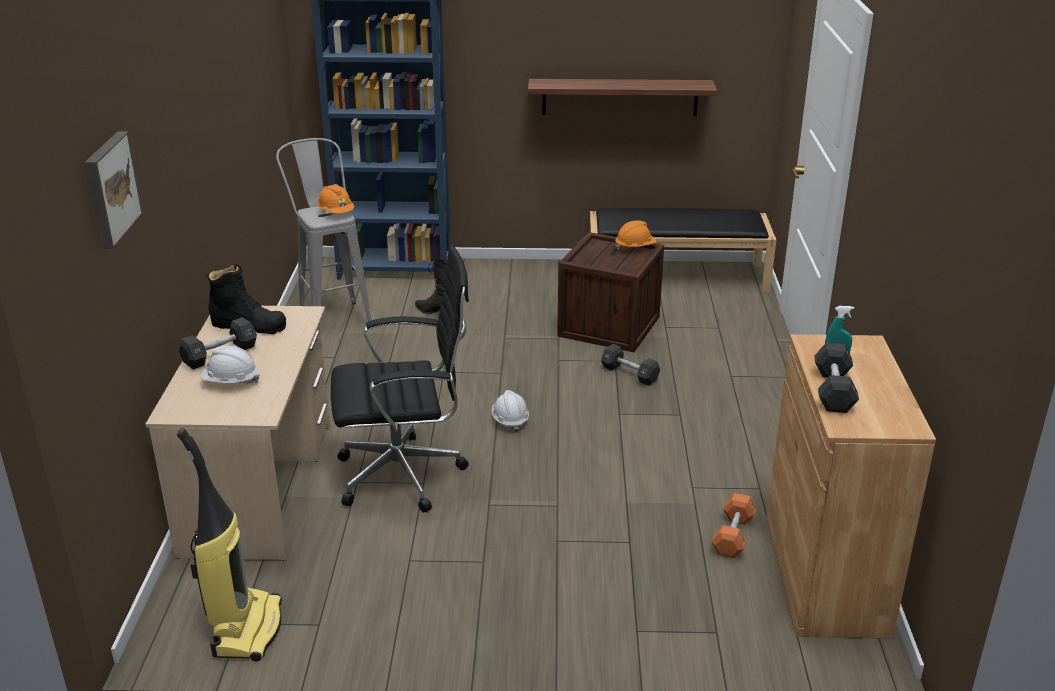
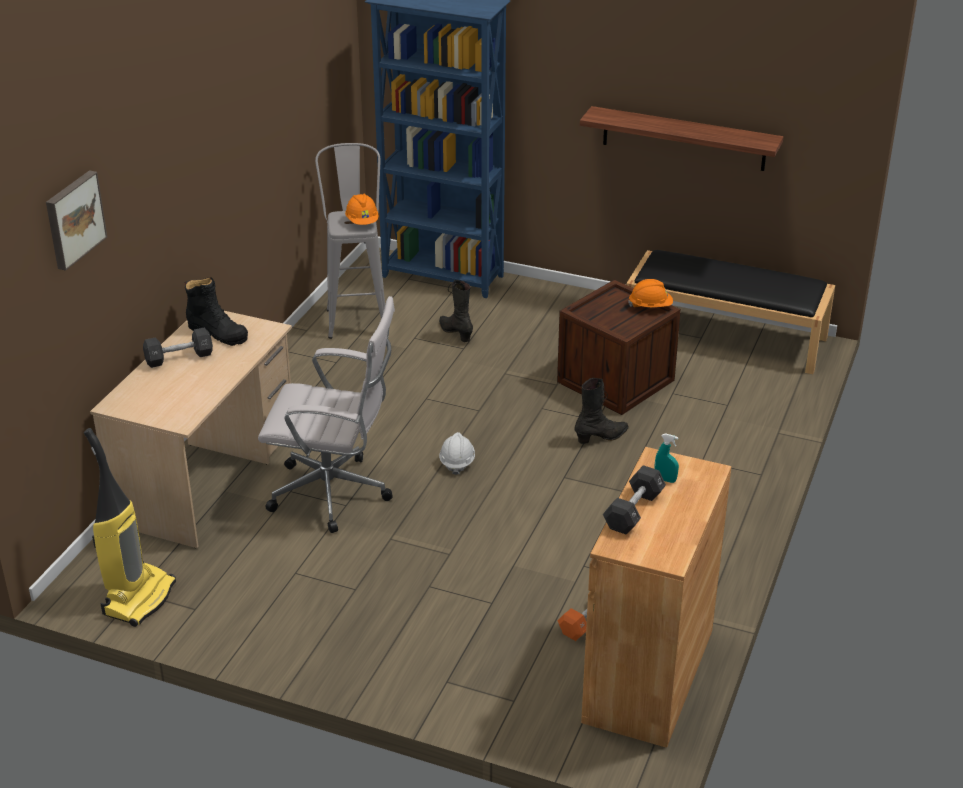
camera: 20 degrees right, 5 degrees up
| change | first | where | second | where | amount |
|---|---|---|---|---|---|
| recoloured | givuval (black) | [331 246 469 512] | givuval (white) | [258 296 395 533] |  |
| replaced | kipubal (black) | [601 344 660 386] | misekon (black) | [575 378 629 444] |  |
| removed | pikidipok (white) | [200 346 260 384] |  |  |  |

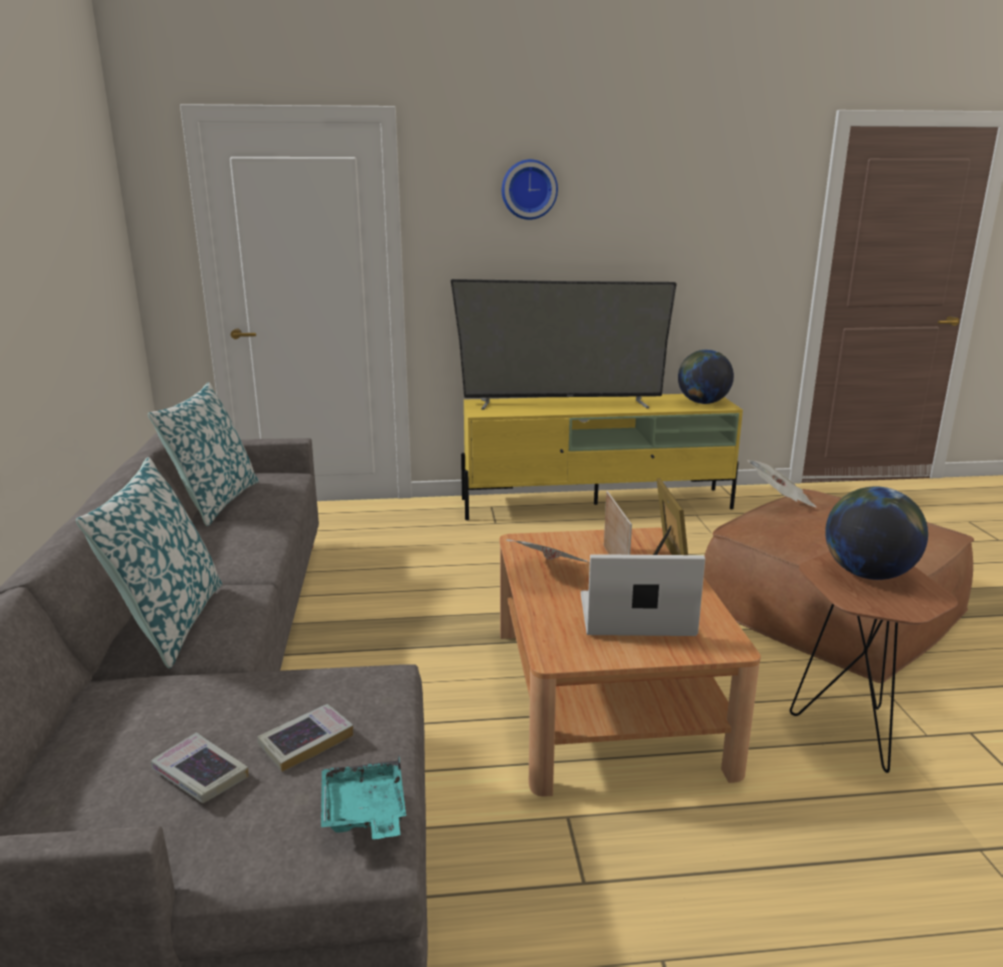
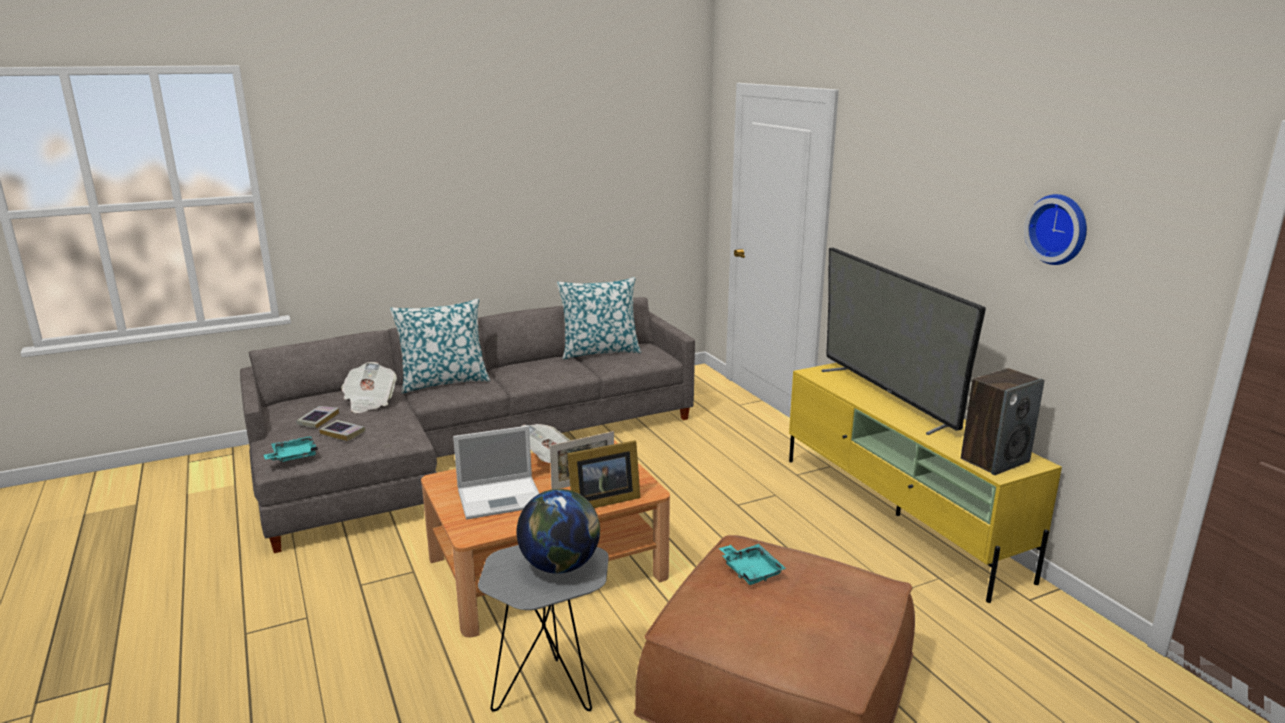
camera: 70 degrees right, 0 degrees up
| change | first | where | second | where | amount |
|---|---|---|---|---|---|
| moved | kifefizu | [747 460 816 507] |  | [341 362 397 413] |  |
| turned | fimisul | [581 554 705 636] |  | [453 426 539 520] | 90 degrees clockwise |
| recoloured | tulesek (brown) | [790 552 958 773] | tulesek (grey) | [478 545 609 712] |  |
| added |  |  | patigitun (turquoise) | [719 544 786 585] |  |
| replaced | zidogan | [678 350 734 404] | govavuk | [961 368 1044 475] |  |
| moved | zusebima | [502 159 558 220] |  | [1024 194 1087 265] |  |

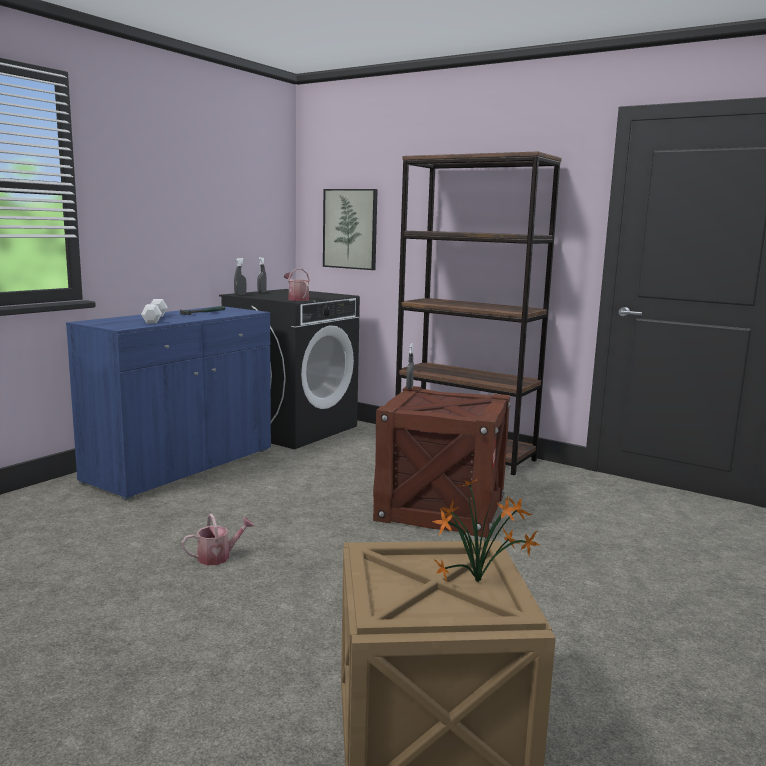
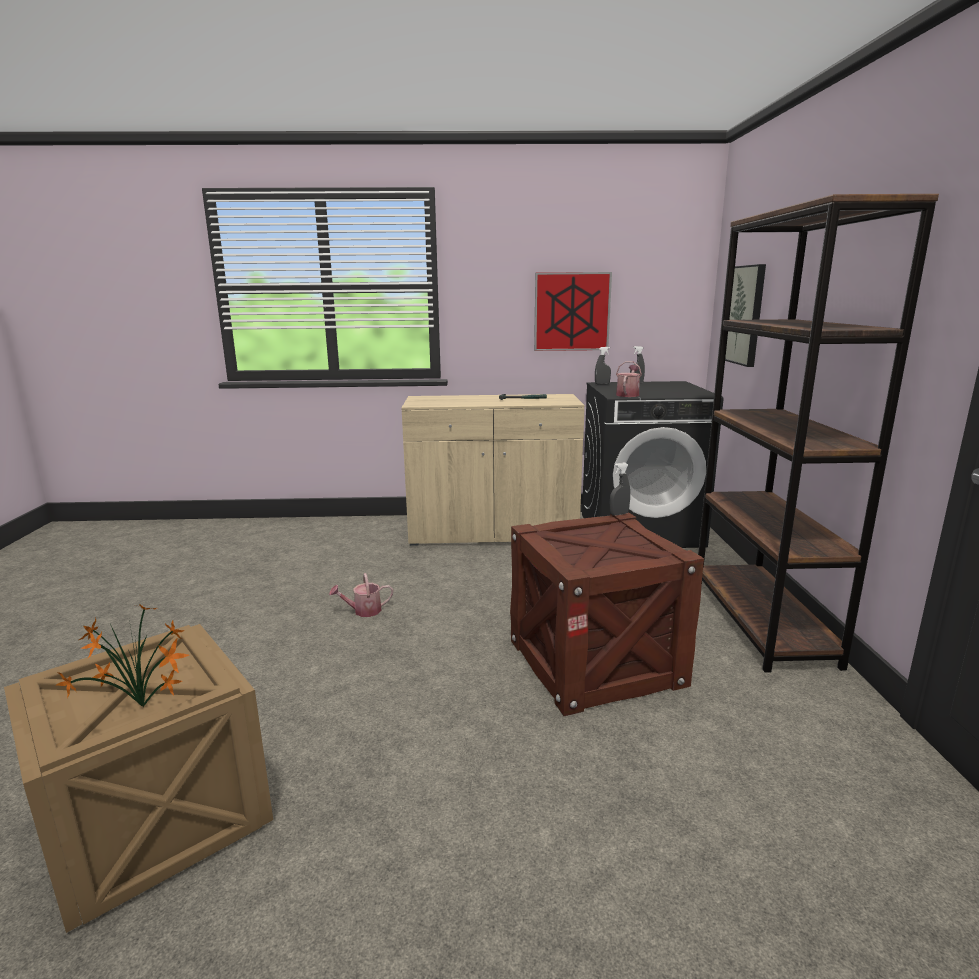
camera: 55 degrees right, 5 degrees up
| change | first | where | second | where | amount |
|---|---|---|---|---|---|
| turned | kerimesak | [182 514 254 565] |  | [329 573 393 617] | 135 degrees clockwise |
| recoloured | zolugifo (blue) | [66 306 271 501] | zolugifo (beige) | [401 394 585 546] |  |
| added |  |  | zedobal | [534 272 612 351] |  |
| removed | kipubal (white) | [141 299 168 323] |  |  |  |

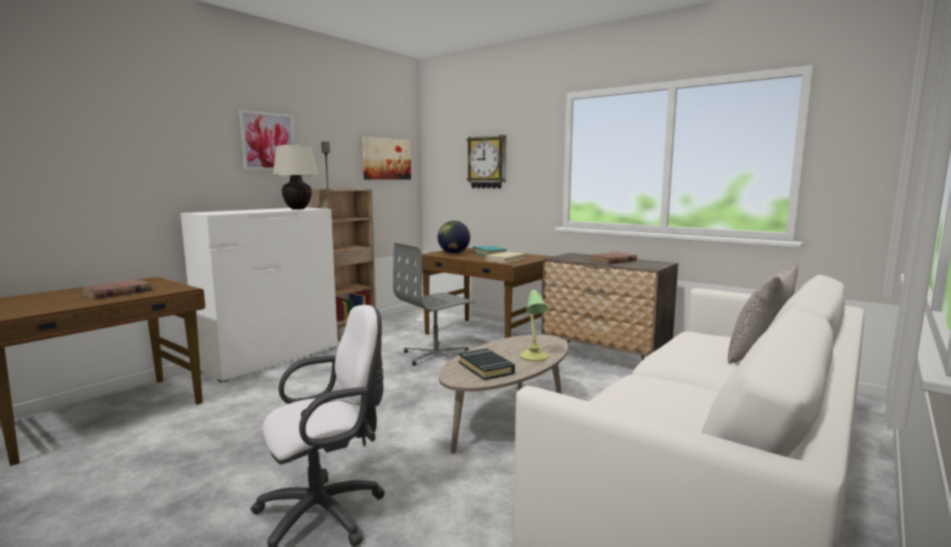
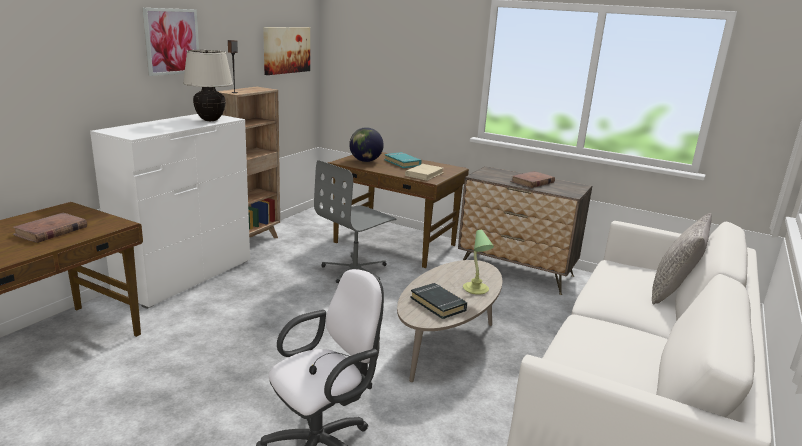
camera: 10 degrees left, 10 degrees up
| change | first | where | second | where | amount |
|---|---|---|---|---|---|
| removed | zusebima | [467 135 506 189] |  |  |  |

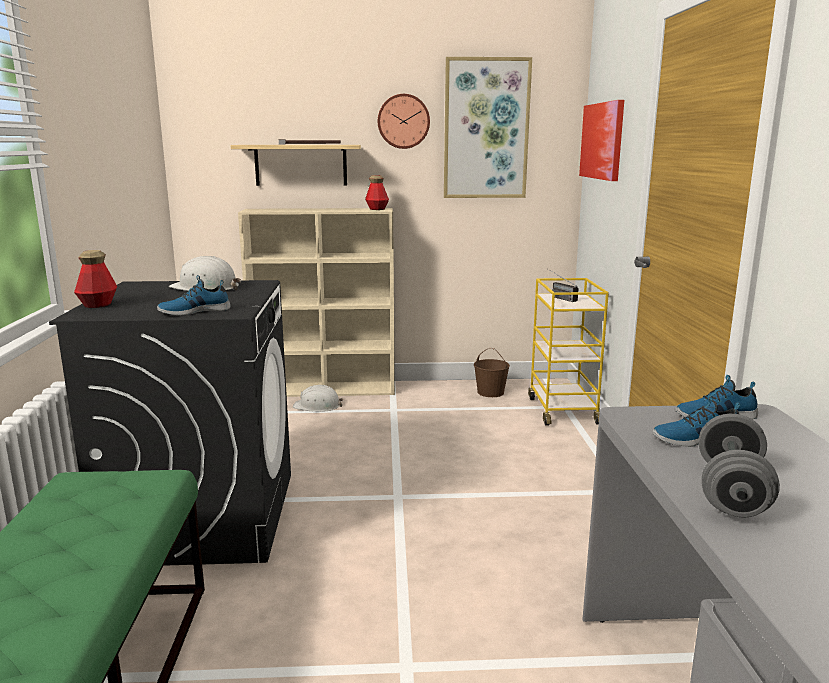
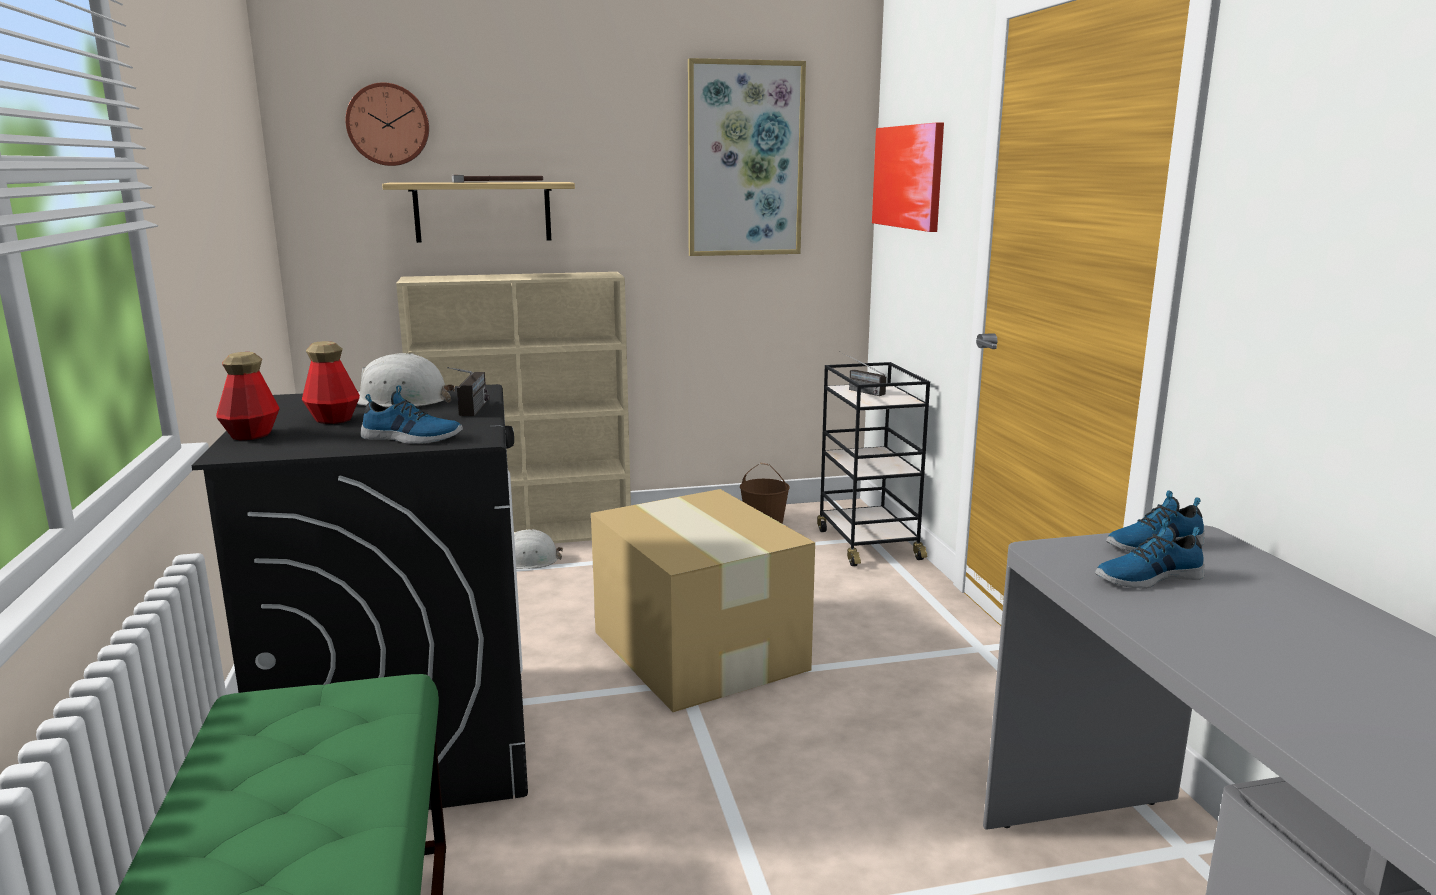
camera: 10 degrees left, 0 degrees up
| change | first | where | second | where | amount |
|---|---|---|---|---|---|
| moved | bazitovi | [365 175 389 210] |  | [302 341 360 424] |  |
| moved | zusebima | [378 94 430 149] |  | [346 83 429 166] |  |
| turned | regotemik | [157 275 230 315] |  | [361 385 463 444] | 135 degrees counterclockwise |
| added |  |  | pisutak | [447 367 489 416] |  |
| added |  |  | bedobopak | [591 489 815 712] |  |
| recoloured | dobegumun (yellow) | [528 278 609 426] | dobegumun (black) | [817 362 930 566] |  |
| removed | kipubal (grey) | [699 414 780 518] |  |  |  |

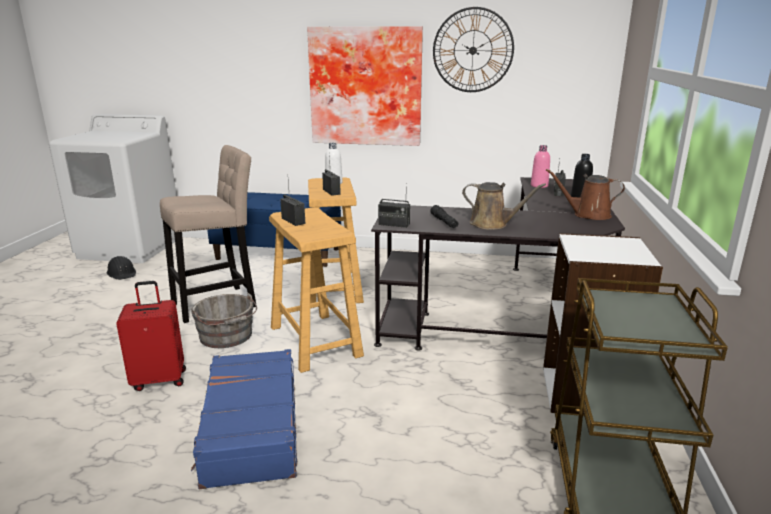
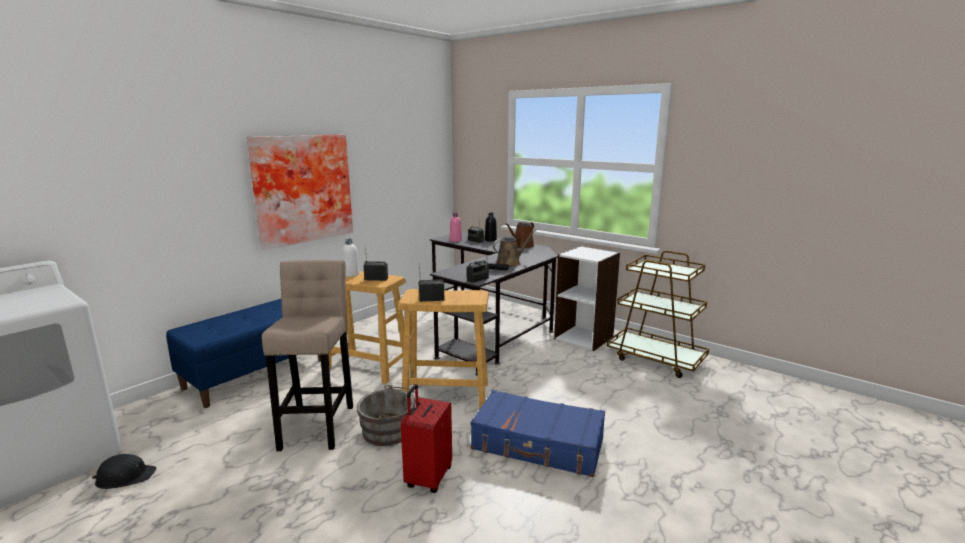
camera: 60 degrees left, 5 degrees down
| change | first | where | second | where | amount |
|---|---|---|---|---|---|
| removed | zusebima | [433 7 514 92] |  |  |  |

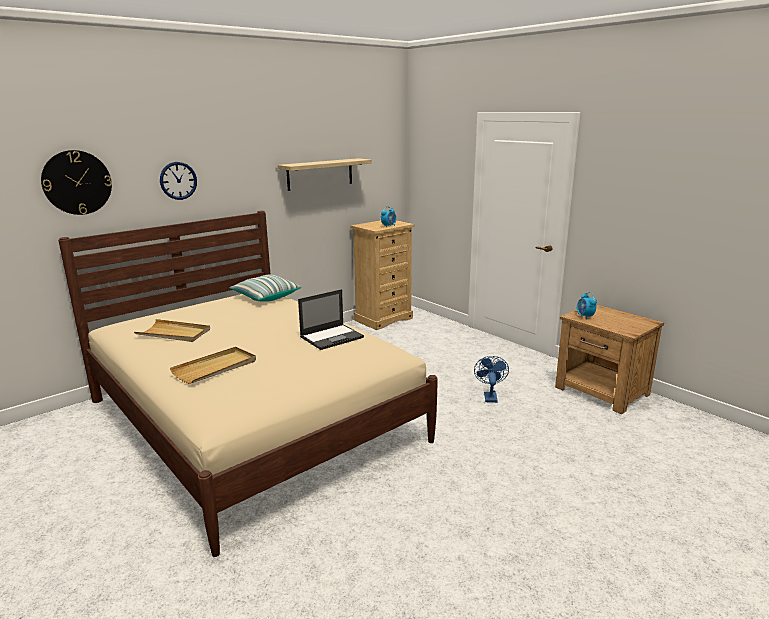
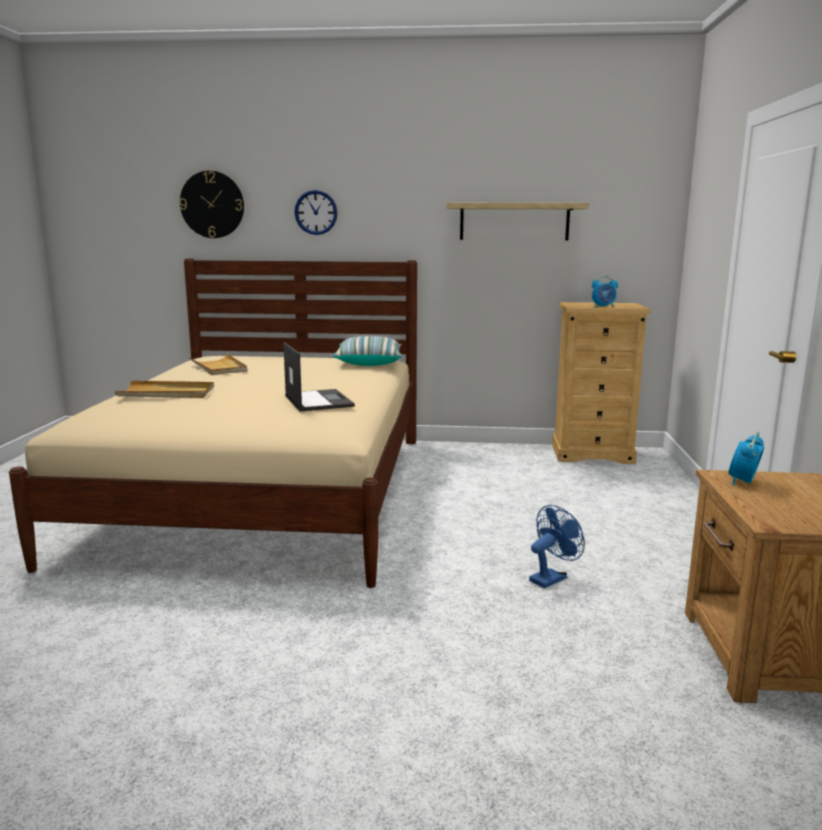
camera: 45 degrees right, 5 degrees down
| change | first | where | second | where | amount |
|---|---|---|---|---|---|
| turned | fimisul | [298 289 364 350] |  | [283 342 355 412] | 120 degrees counterclockwise |

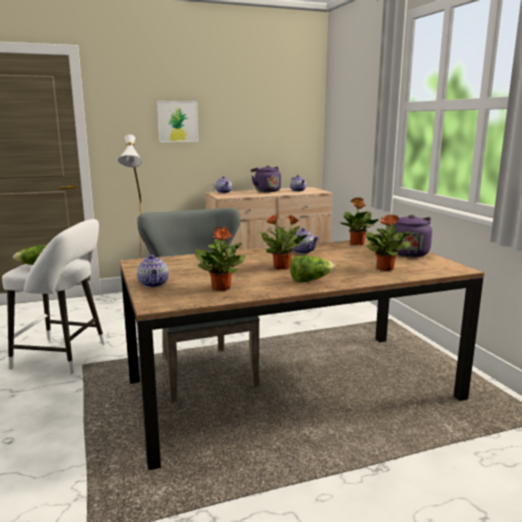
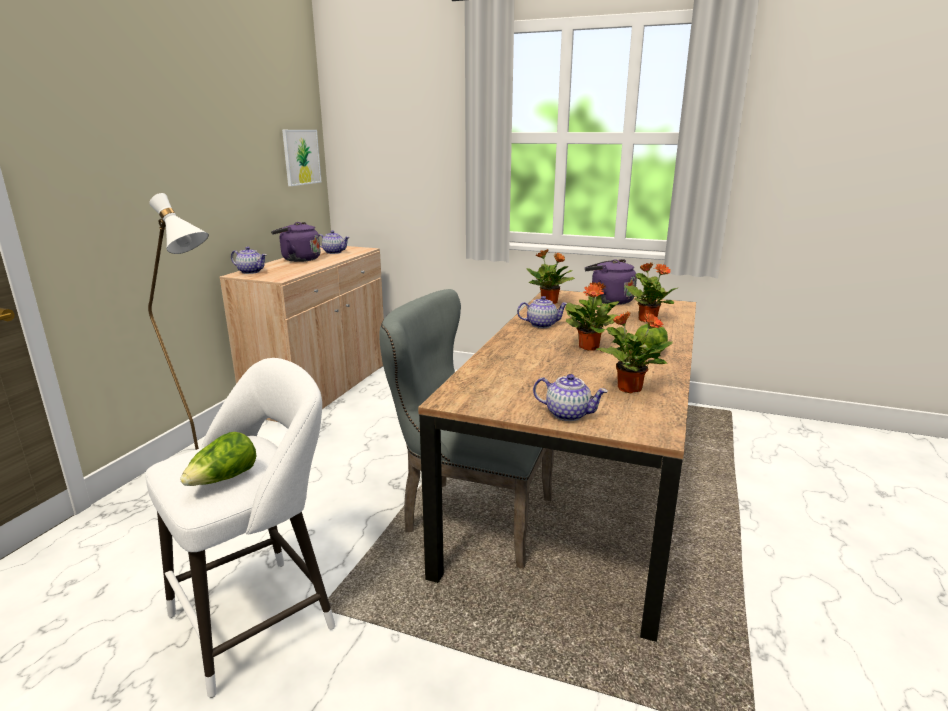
camera: 50 degrees left, 5 degrees up
| change | first | where | second | where | amount |
|---|---|---|---|---|---|
| moved | zedobal | [157 101 198 142] |  | [282 130 321 186] |  |

